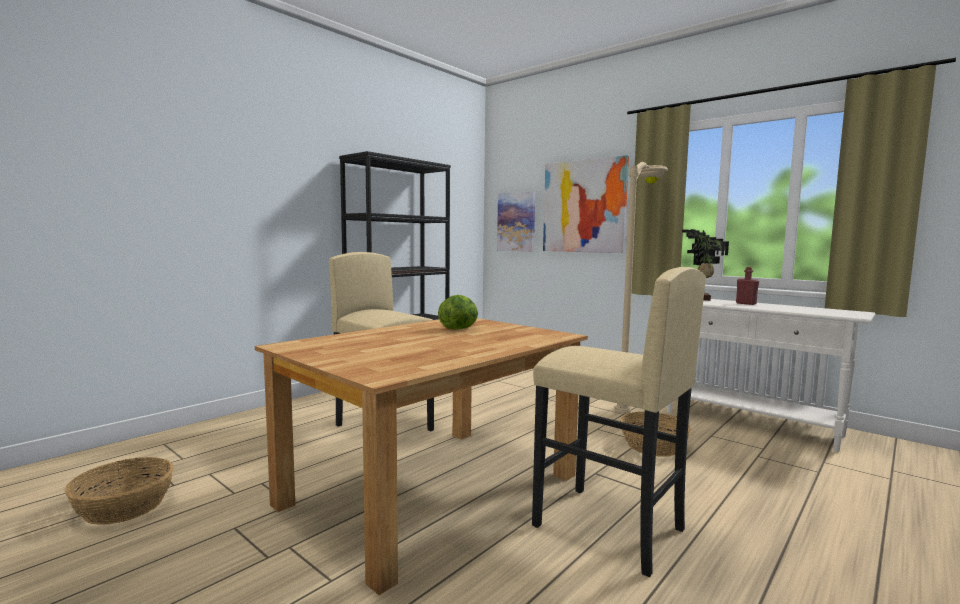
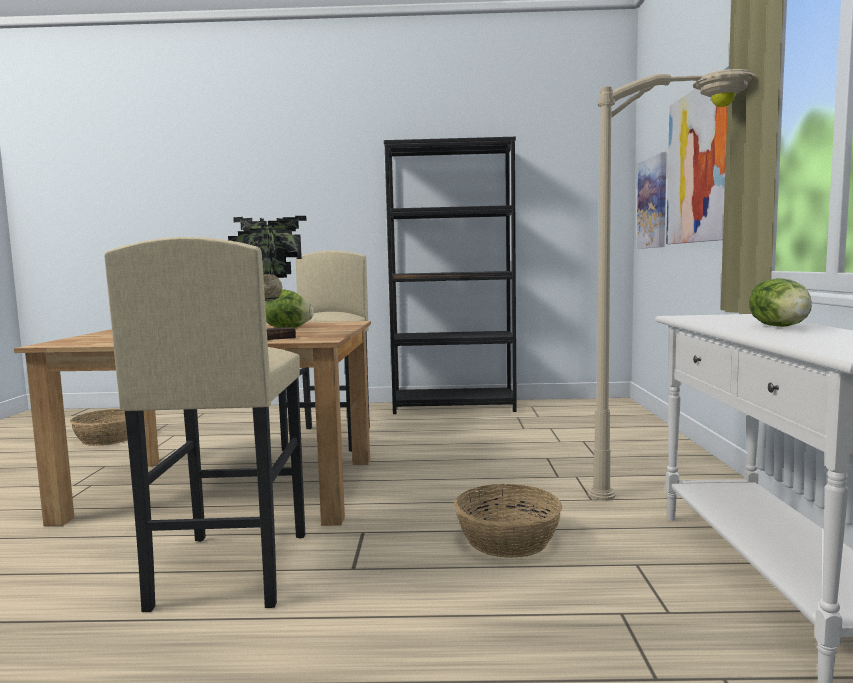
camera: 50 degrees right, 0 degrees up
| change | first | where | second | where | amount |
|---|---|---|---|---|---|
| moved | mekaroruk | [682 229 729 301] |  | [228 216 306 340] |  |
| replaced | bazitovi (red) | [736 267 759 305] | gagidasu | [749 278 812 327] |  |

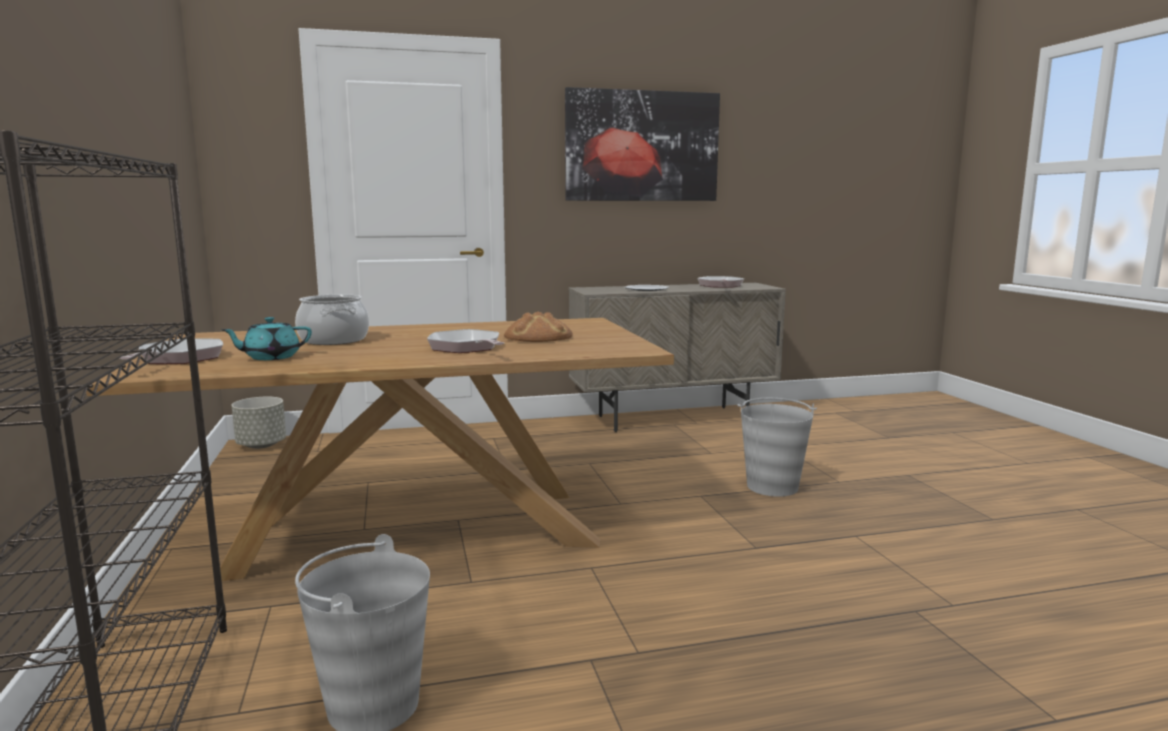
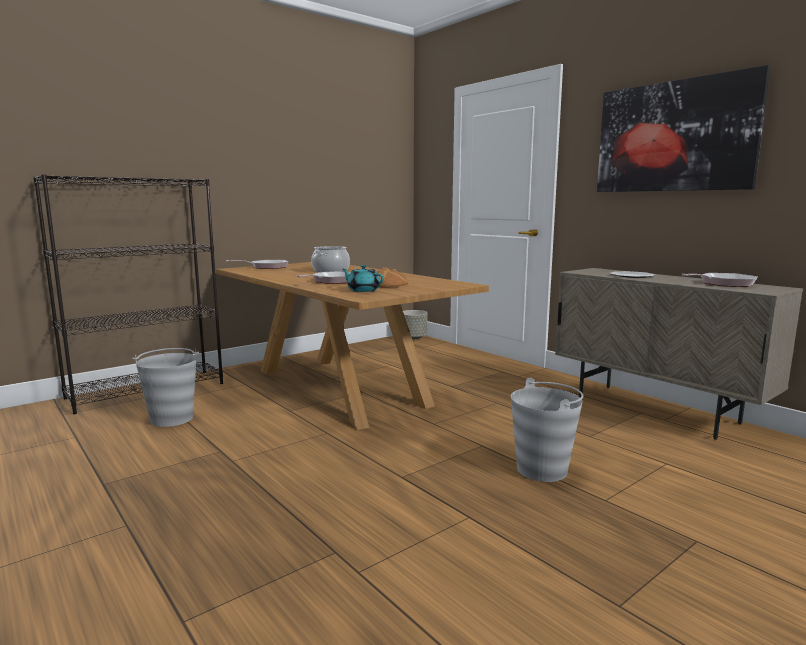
camera: 65 degrees right, 0 degrees up
| change | first | where | second | where | amount |
|---|---|---|---|---|---|
| moved | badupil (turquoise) | [221 317 312 360] |  | [342 265 384 292] |  |

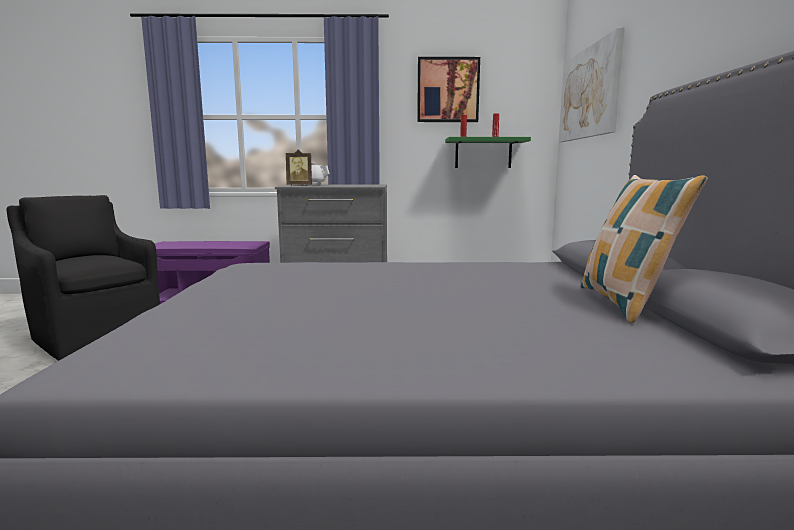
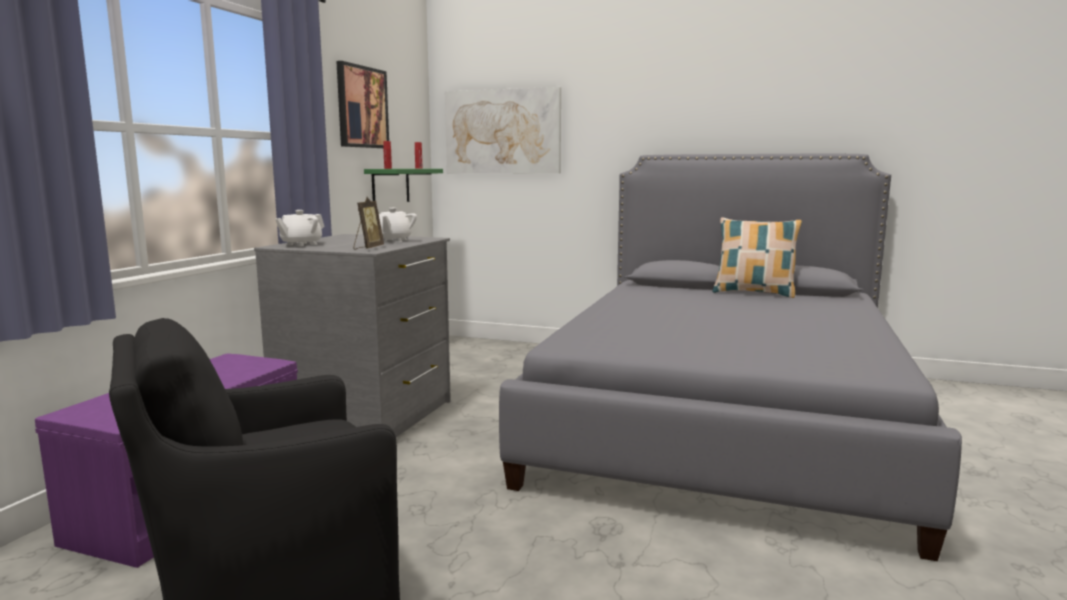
camera: 70 degrees left, 0 degrees up
| change | first | where | second | where | amount |
|---|---|---|---|---|---|
| added |  |  | badupil (white) | [379 208 417 242] |  |

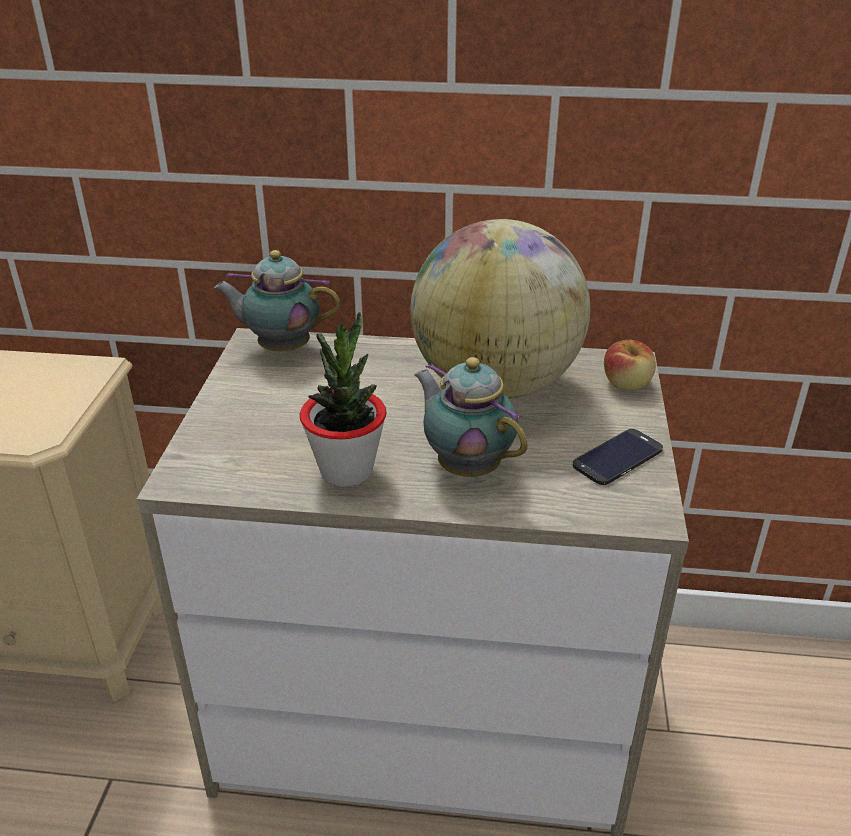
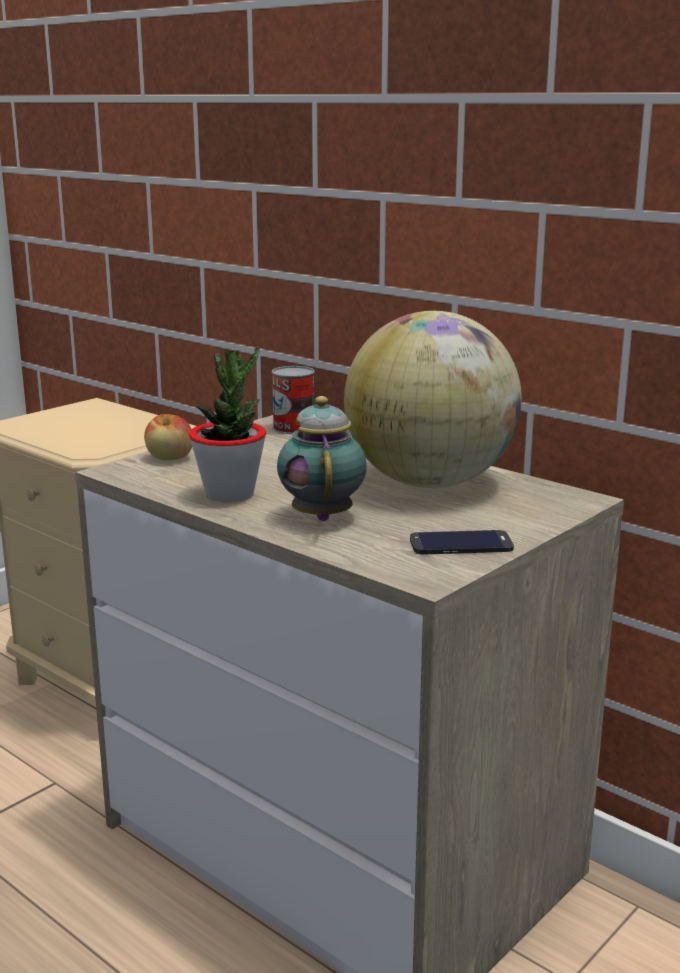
camera: 35 degrees right, 15 degrees down
| change | first | where | second | where | amount |
|---|---|---|---|---|---|
| moved | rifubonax | [604 340 656 390] |  | [144 414 192 460] |  |
| replaced | badupil | [214 250 340 351] | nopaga | [272 366 315 434] |  |

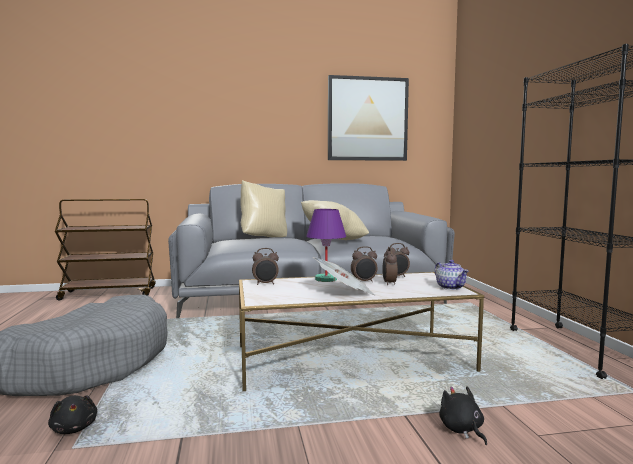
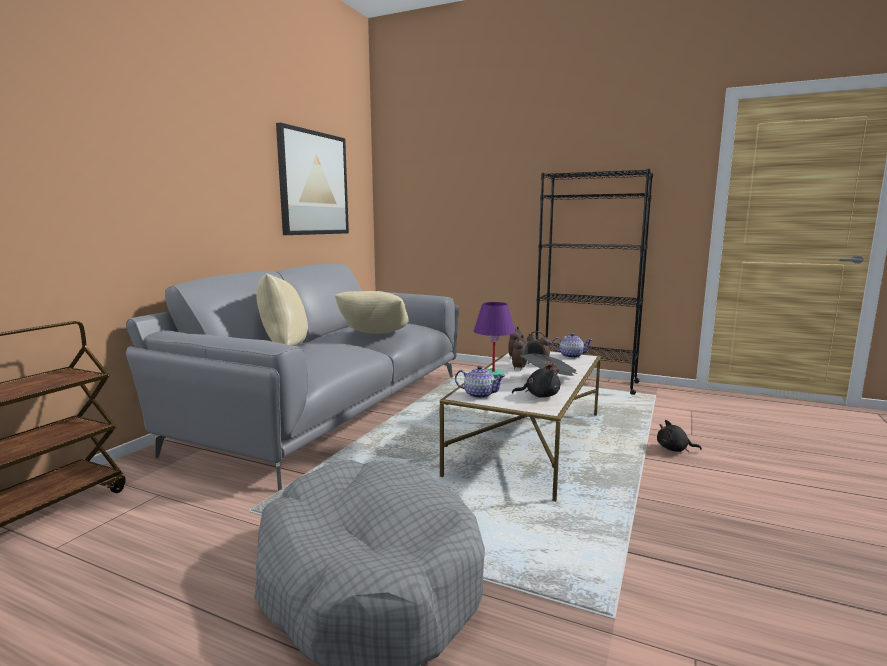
camera: 55 degrees left, 5 degrees up
| change | first | where | second | where | amount |
|---|---|---|---|---|---|
| replaced | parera | [252 248 279 285] | badupil | [455 366 505 399] |  |
| moved | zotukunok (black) | [48 395 97 434] |  | [512 365 560 398] |  |

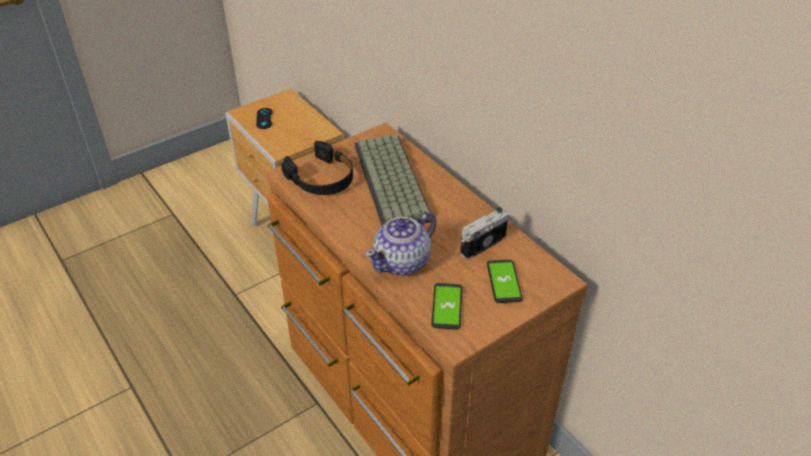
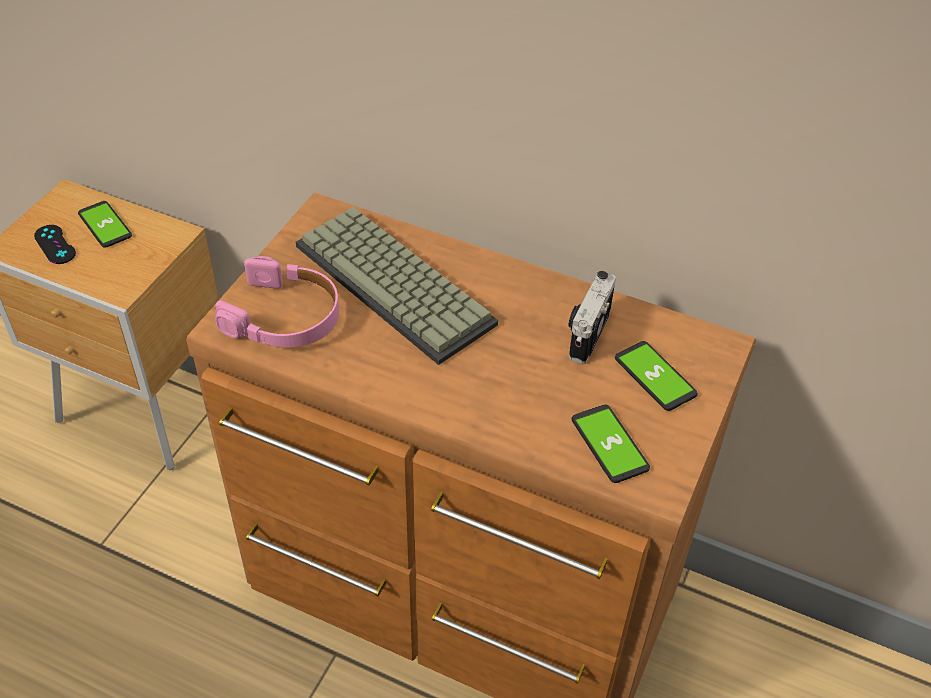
camera: 30 degrees left, 5 degrees up
| change | first | where | second | where | amount |
|---|---|---|---|---|---|
| added |  |  | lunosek | [78 201 132 248] |  |
| recoloured | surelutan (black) | [281 141 353 195] | surelutan (pink) | [215 256 339 347] |  |
| removed | badupil | [365 211 437 276] |  |  |  |

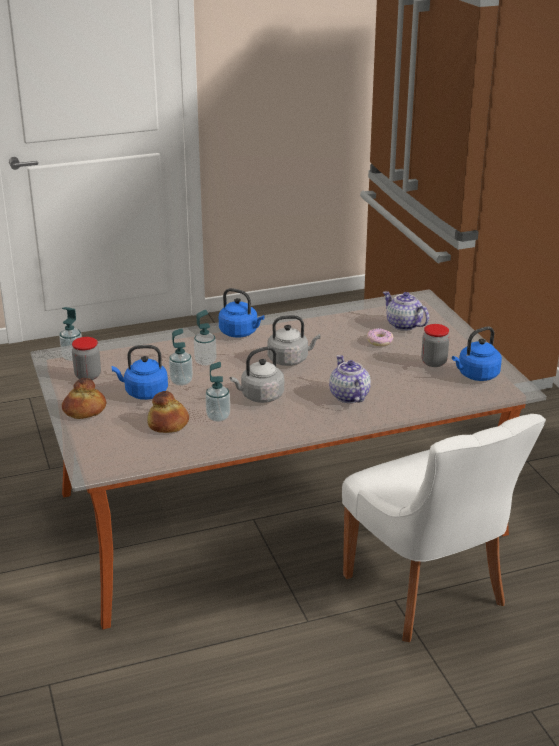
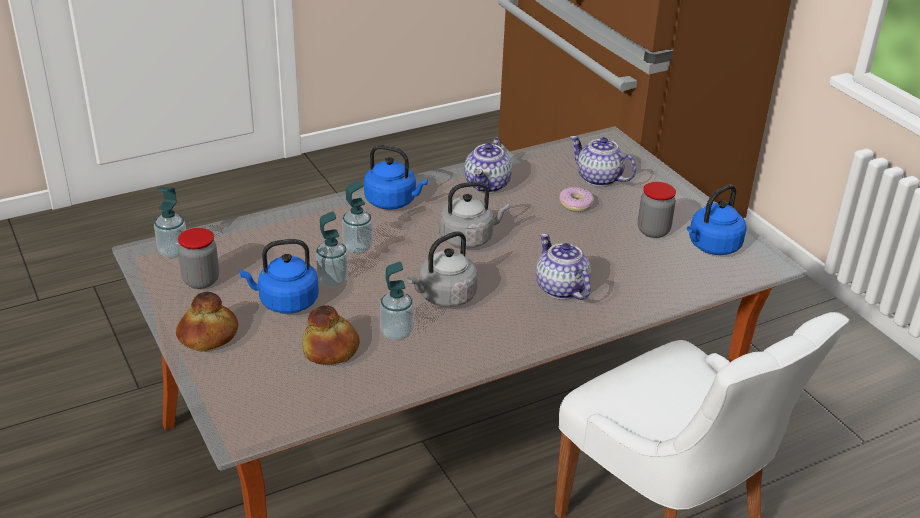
camera: 10 degrees left, 5 degrees up
| change | first | where | second | where | amount |
|---|---|---|---|---|---|
| added |  |  | badupil | [464 137 512 193] |  |

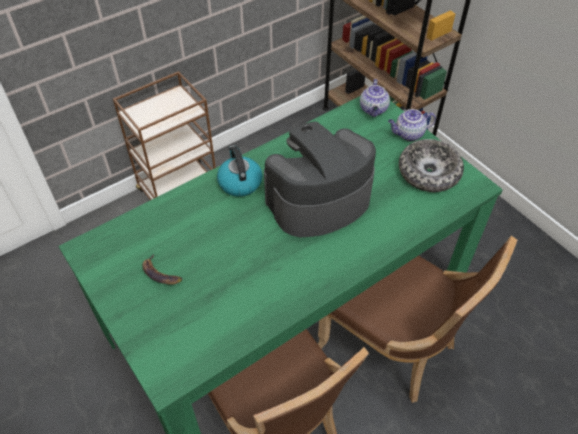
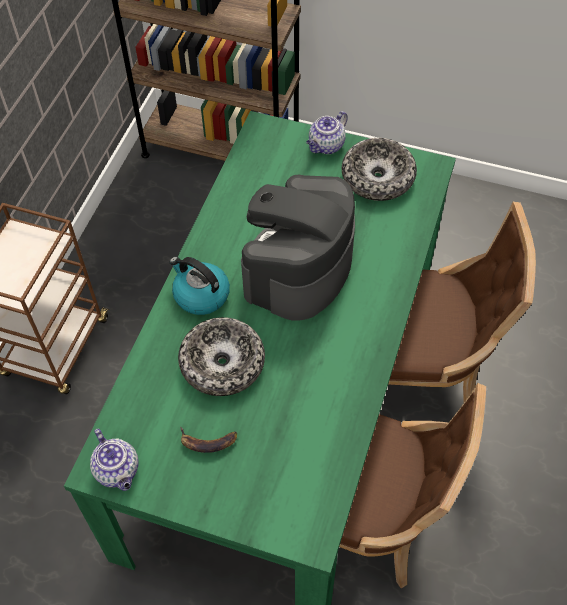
camera: 35 degrees left, 5 degrees up
| change | first | where | second | where | amount |
|---|---|---|---|---|---|
| moved | badupil | [360 79 390 117] |  | [90 429 139 491] |  |
| added |  |  | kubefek | [178 317 265 396] |  |

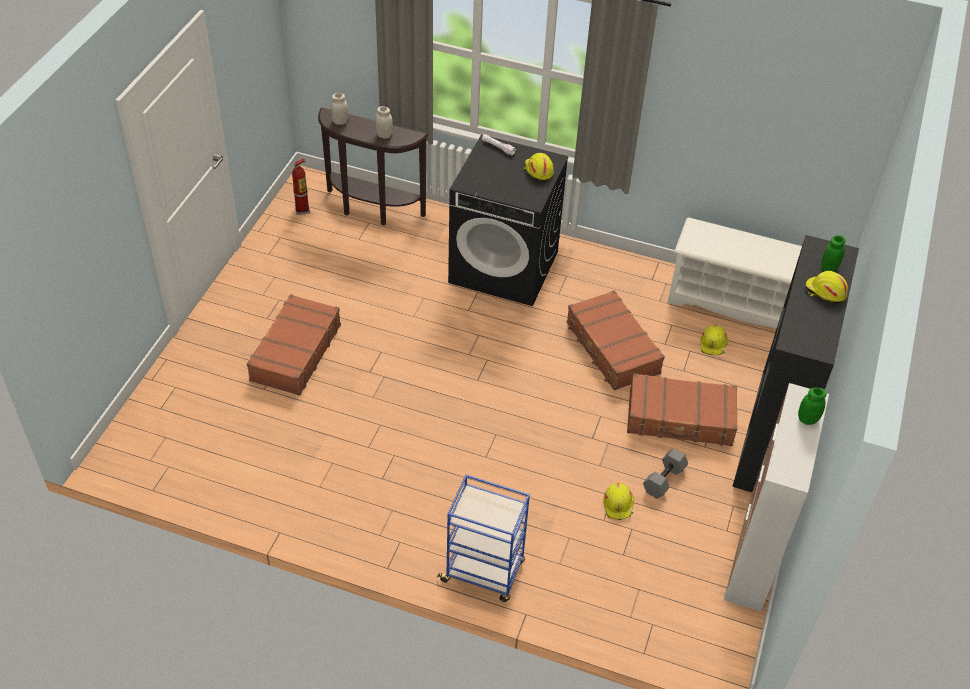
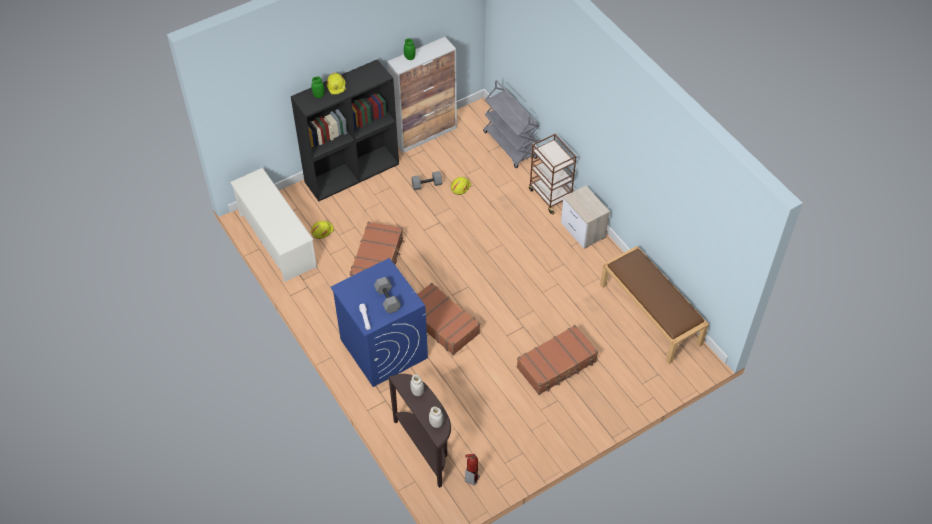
camera: 140 degrees left, 5 degrees up
| change | first | where | second | where | amount |
|---|---|---|---|---|---|
| recoloured | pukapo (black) | [448 135 569 306] | pukapo (blue) | [330 258 428 387] |  |
| added |  |  | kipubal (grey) | [374 277 401 314] |  |
| moved | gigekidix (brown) | [627 373 738 446] |  | [417 283 480 355] |  |
| added |  |  | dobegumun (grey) | [483 80 539 168] |  |
| recoloured | dobegumun (blue) | [437 474 530 602] | dobegumun (brown) | [529 134 576 215] |  |
| added |  |  | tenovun | [561 186 610 249] |  |
| added |  |  | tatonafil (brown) | [600 246 709 364] |  |
| removed | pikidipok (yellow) | [524 153 554 181] |  |  |  |

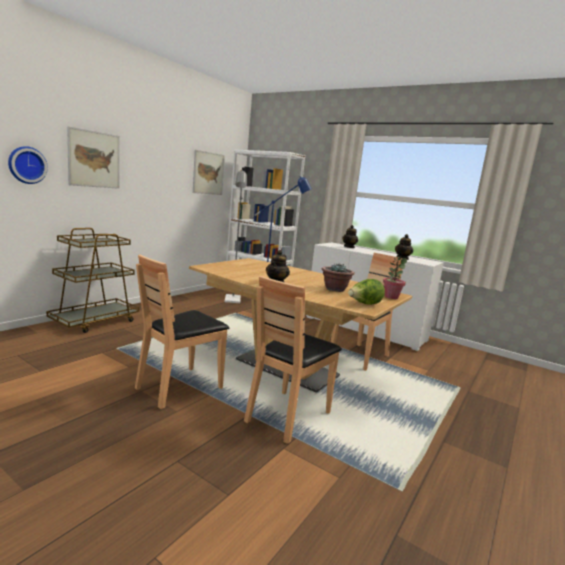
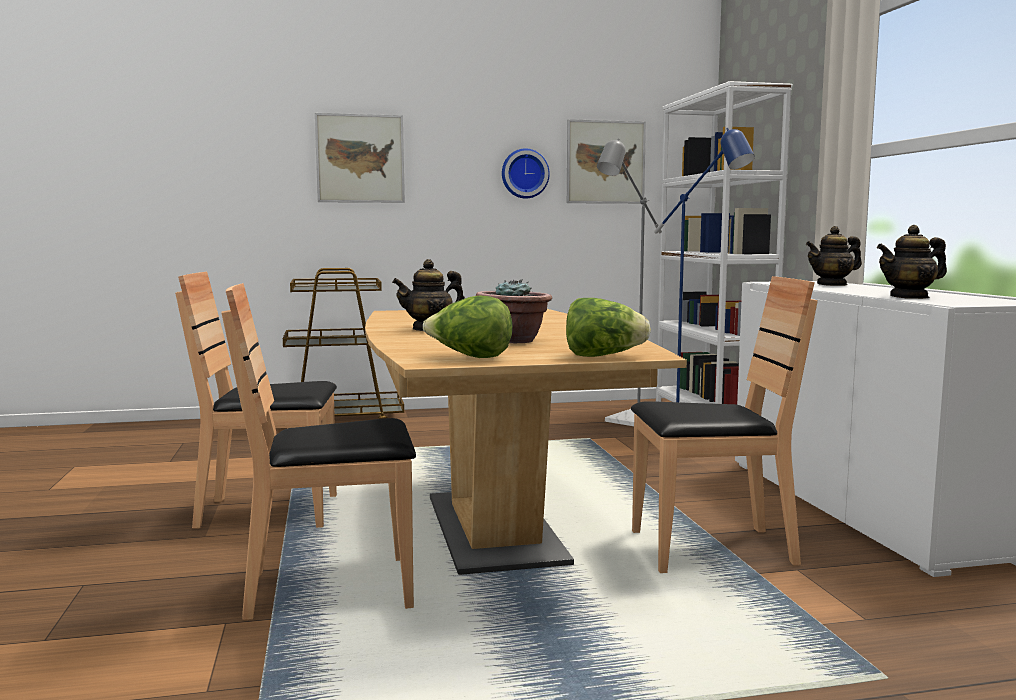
camera: 45 degrees right, 5 degrees down
| change | first | where | second | where | amount |
|---|---|---|---|---|---|
| moved | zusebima | [8 146 48 184] |  | [502 148 550 199] |  |
| replaced | mekaroruk | [383 257 407 299] | gagidasu | [566 298 651 357] |  |

